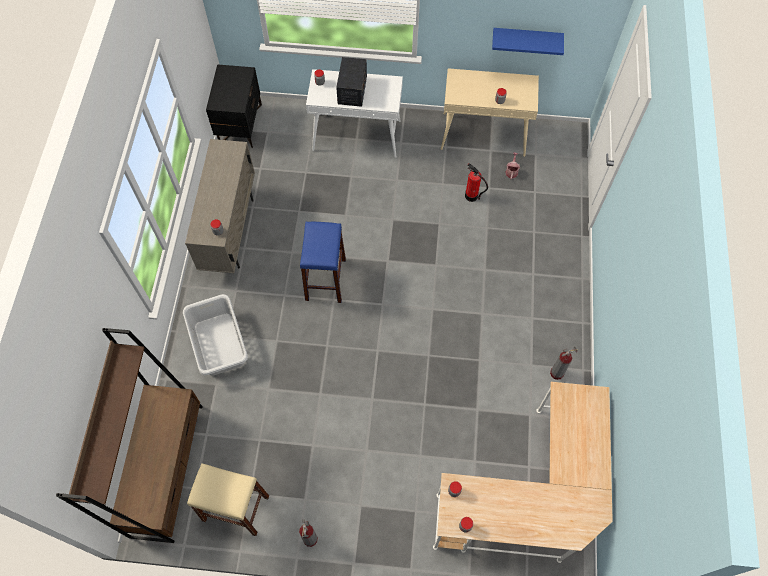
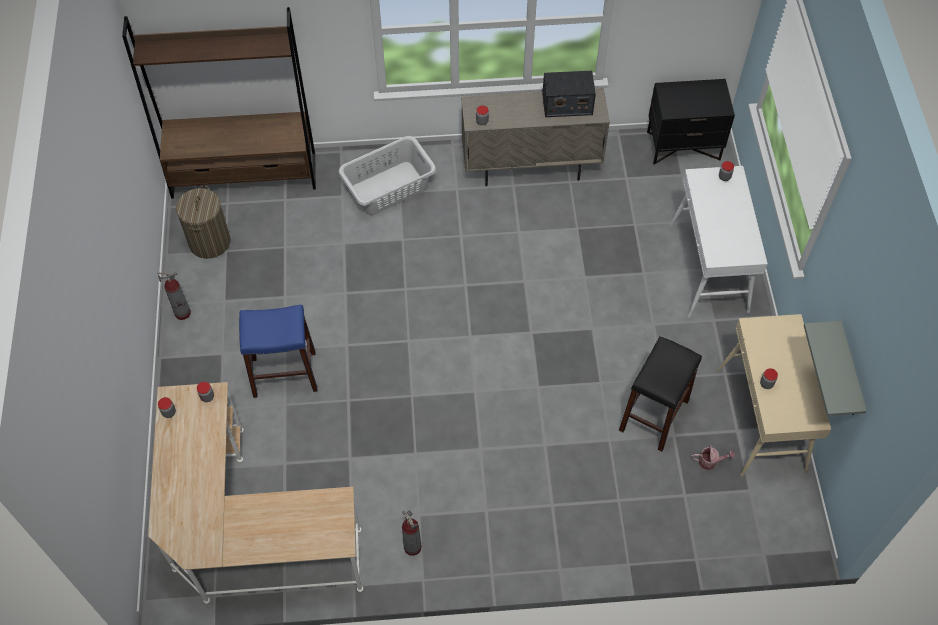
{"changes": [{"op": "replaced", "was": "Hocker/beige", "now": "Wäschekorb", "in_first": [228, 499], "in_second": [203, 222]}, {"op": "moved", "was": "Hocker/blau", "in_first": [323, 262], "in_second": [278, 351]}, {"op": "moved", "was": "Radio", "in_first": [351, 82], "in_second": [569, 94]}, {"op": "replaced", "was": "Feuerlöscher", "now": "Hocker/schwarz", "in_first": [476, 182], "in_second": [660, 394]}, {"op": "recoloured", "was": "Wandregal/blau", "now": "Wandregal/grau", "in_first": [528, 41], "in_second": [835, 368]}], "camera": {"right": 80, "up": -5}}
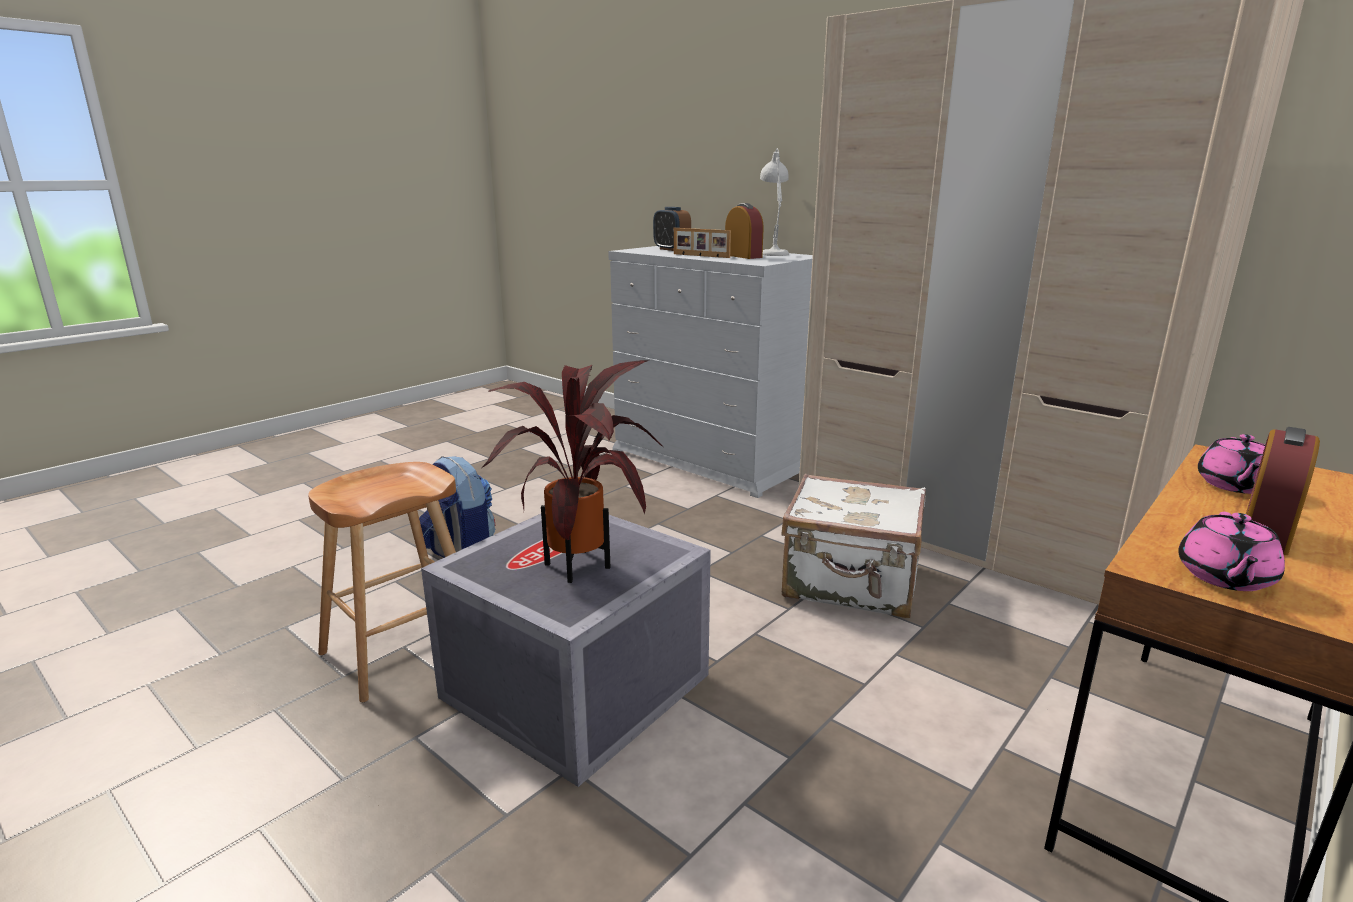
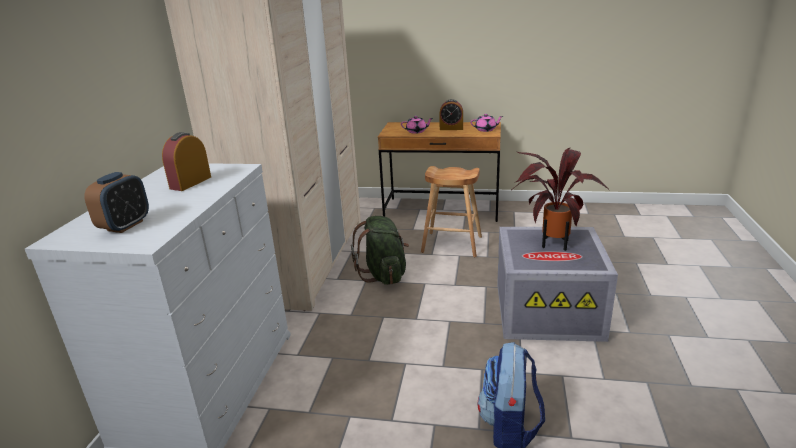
{"changes": [{"op": "replaced", "was": "Koffer/weiß", "now": "Rucksack/grün", "in_first": [853, 546], "in_second": [380, 250]}, {"op": "moved", "was": "Hocker/braun", "in_first": [382, 582], "in_second": [451, 211]}, {"op": "removed", "was": "Bilderrahmen", "in_first": [702, 243]}, {"op": "removed", "was": "Tischlampe/weiß", "in_first": [774, 202]}], "camera": {"right": -120, "up": 5}}
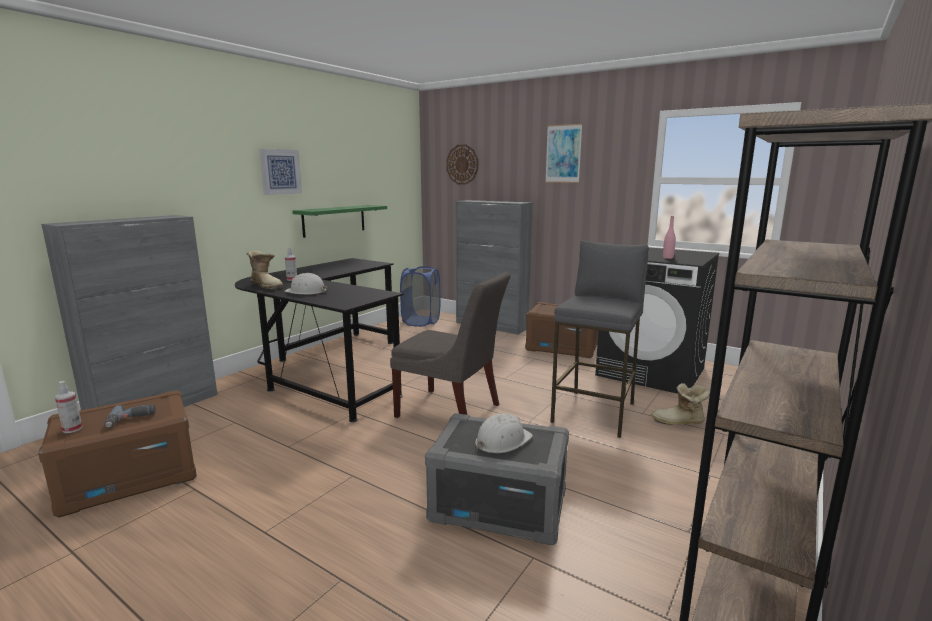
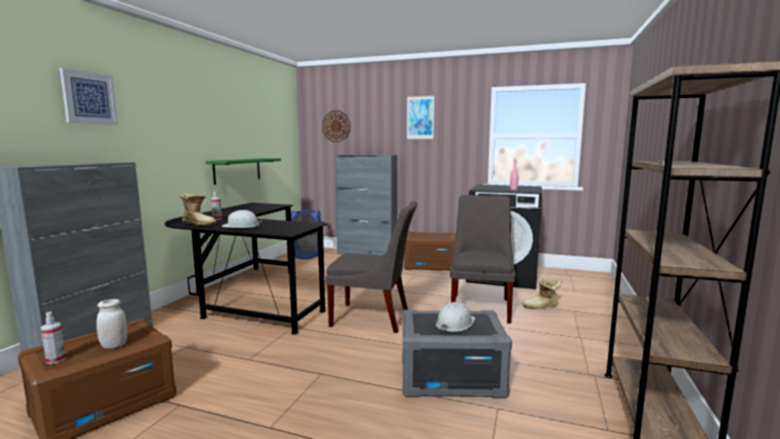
{"changes": [{"op": "moved", "was": "Bild", "in_first": [280, 172], "in_second": [89, 96]}, {"op": "replaced", "was": "Bohrmaschine", "now": "Vorratsglas/weiß", "in_first": [130, 416], "in_second": [111, 324]}, {"op": "replaced", "was": "Hocker/grau", "now": "Stuhl/grau", "in_first": [599, 339], "in_second": [483, 259]}], "camera": {"right": -15, "up": -5}}
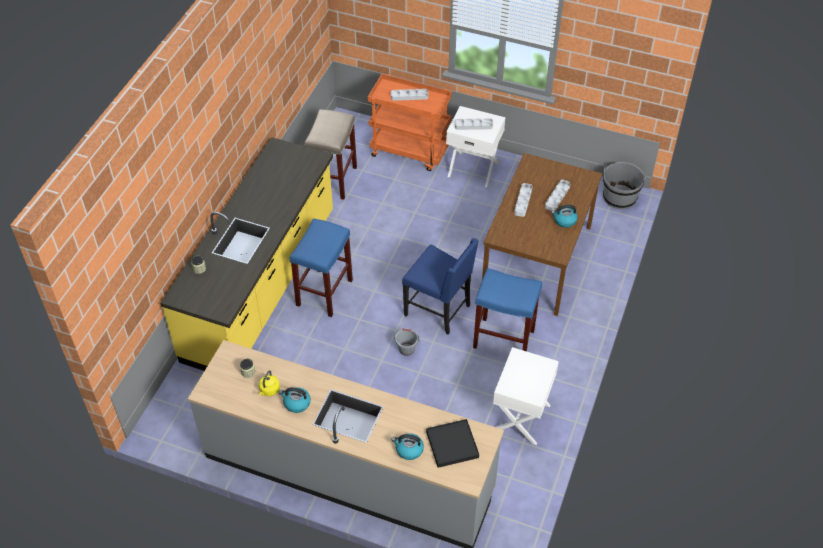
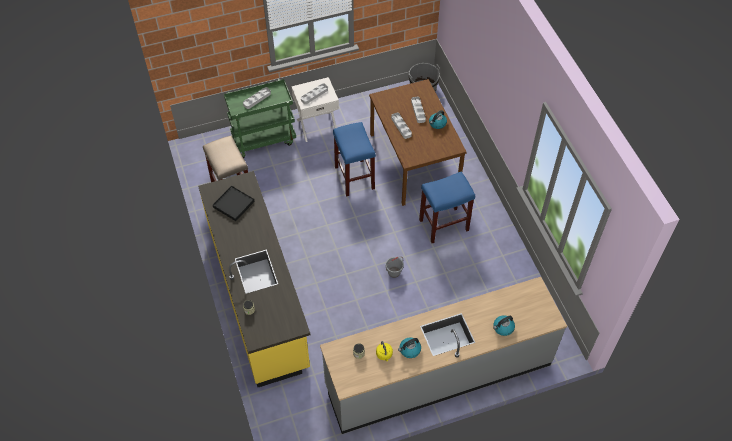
{"changes": [{"op": "moved", "was": "Tablett/schwarz", "in_first": [452, 443], "in_second": [234, 203]}, {"op": "recoloured", "was": "Rollwagen/orange", "now": "Rollwagen/grün", "in_first": [410, 122], "in_second": [260, 118]}, {"op": "moved", "was": "Hocker/blau", "in_first": [321, 267], "in_second": [354, 159]}, {"op": "removed", "was": "Stuhl/blau", "in_first": [440, 286]}, {"op": "removed", "was": "Nachttisch/weiß", "in_first": [526, 396]}], "camera": {"right": -40, "up": 5}}
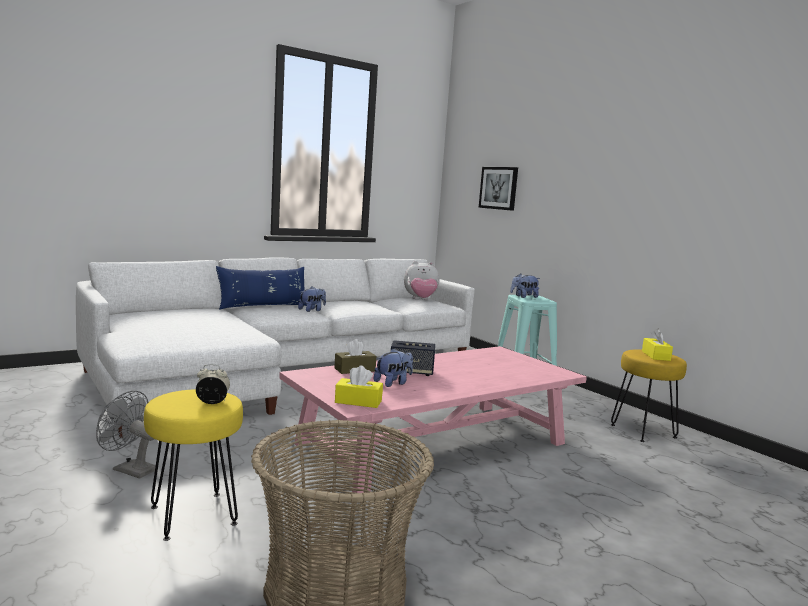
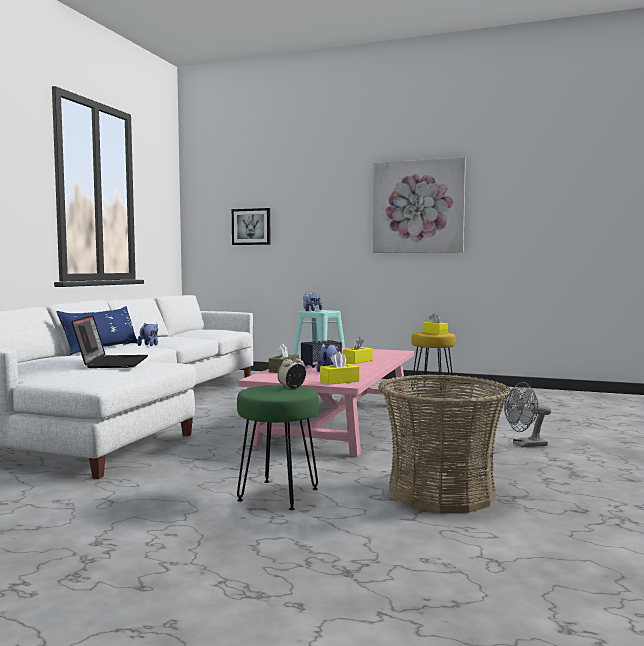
{"changes": [{"op": "added", "now": "Laptop", "in_second": [109, 341]}, {"op": "recoloured", "was": "Hocker/gelb", "now": "Hocker/grün", "in_first": [193, 465], "in_second": [278, 447]}, {"op": "added", "now": "Taschentuchbox/gelb", "in_second": [358, 350]}, {"op": "added", "now": "Bild", "in_second": [419, 205]}, {"op": "moved", "was": "Ventilator/grau", "in_first": [126, 435], "in_second": [527, 415]}, {"op": "removed", "was": "Plüschtier", "in_first": [421, 280]}], "camera": {"right": -35, "up": -5}}
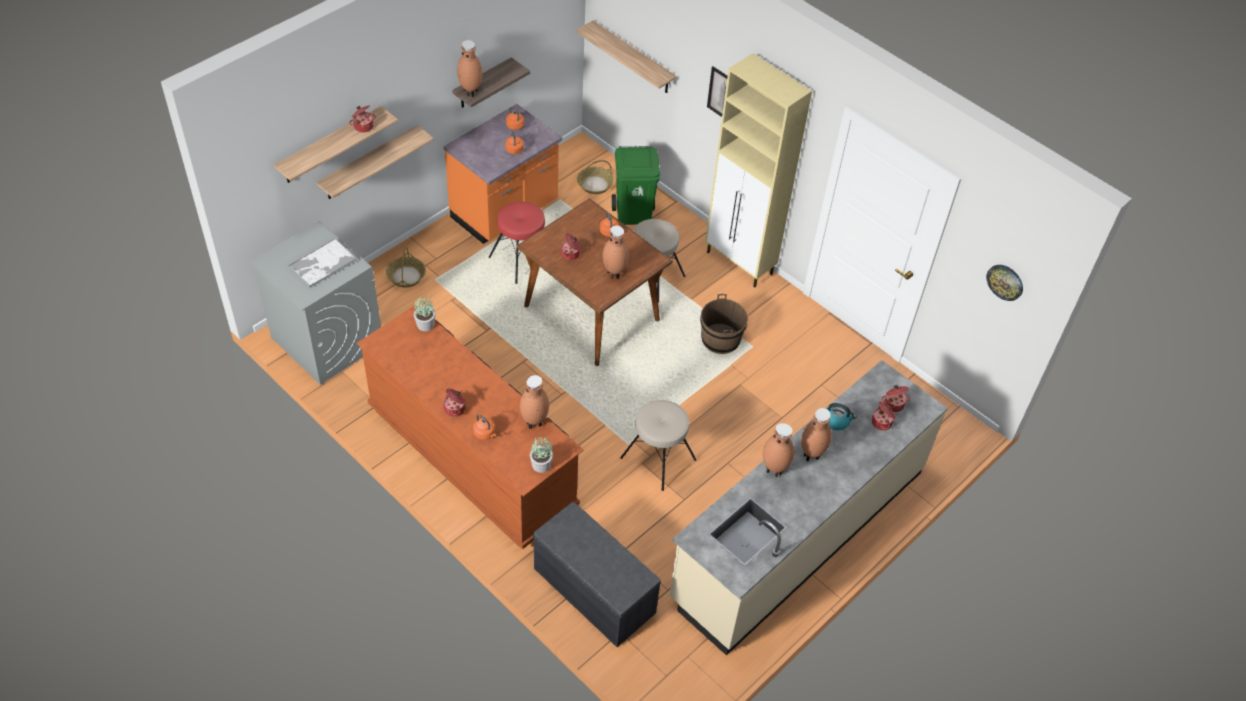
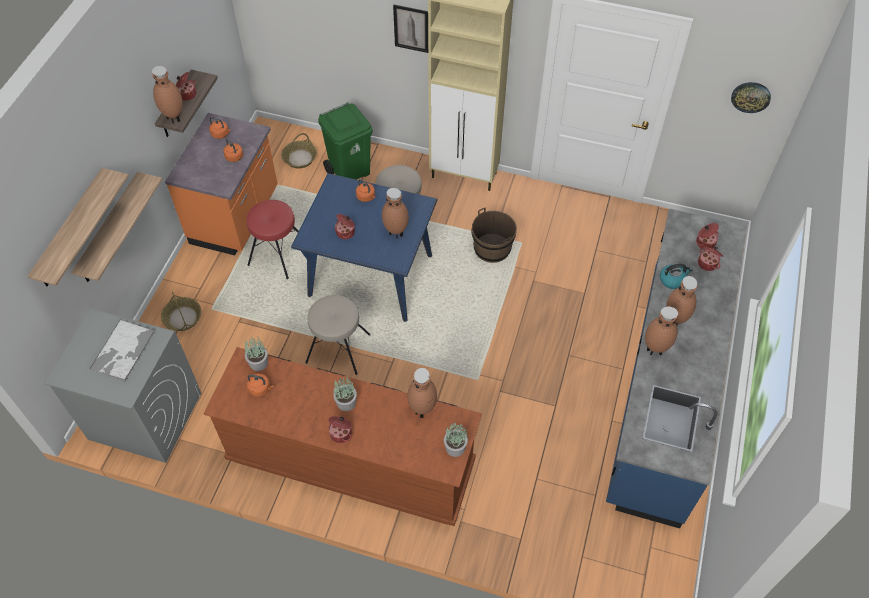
{"changes": [{"op": "moved", "was": "Kochtopf", "in_first": [362, 118], "in_second": [186, 86]}, {"op": "moved", "was": "Wasserkessel/orange", "in_first": [484, 427], "in_second": [260, 384]}, {"op": "recoloured", "was": "Esstisch/braun", "now": "Esstisch/blau", "in_first": [594, 282], "in_second": [364, 247]}, {"op": "moved", "was": "Hocker/beige", "in_first": [658, 445], "in_second": [338, 335]}, {"op": "added", "now": "Topfpflanze", "in_second": [345, 393]}, {"op": "recoloured", "was": "Küchenzeile/beige", "now": "Küchenzeile/blau", "in_first": [808, 508], "in_second": [676, 368]}, {"op": "removed", "was": "Bank/grau", "in_first": [597, 574]}, {"op": "removed", "was": "Wandregal", "in_first": [626, 56]}], "camera": {"right": -25, "up": 5}}
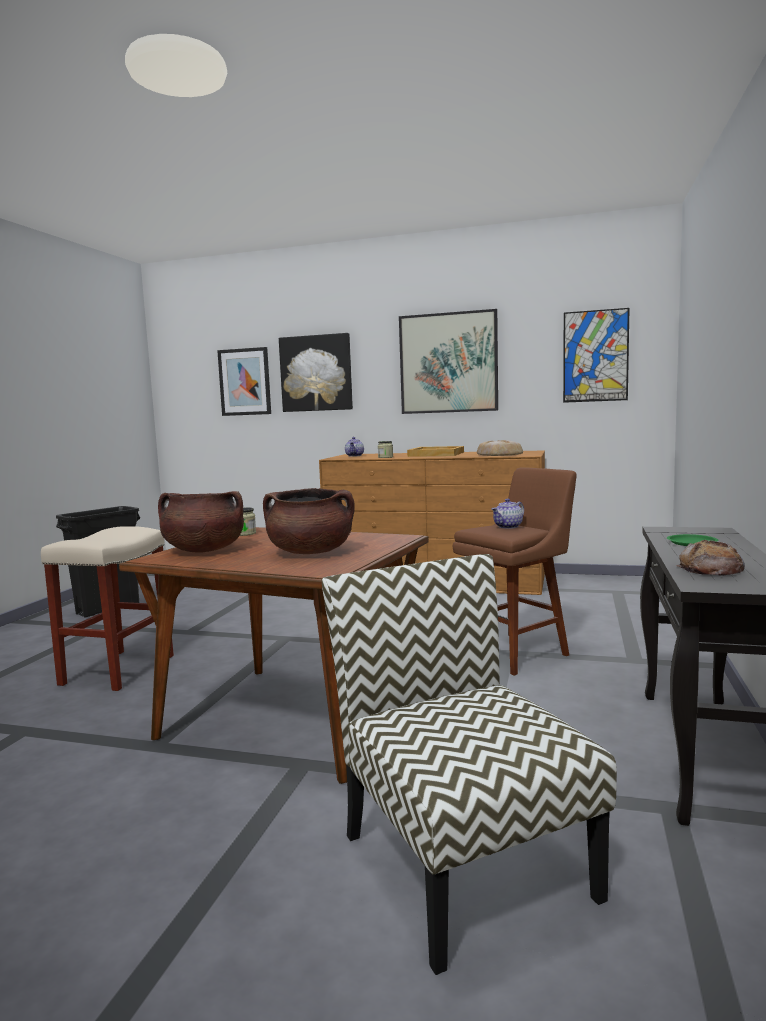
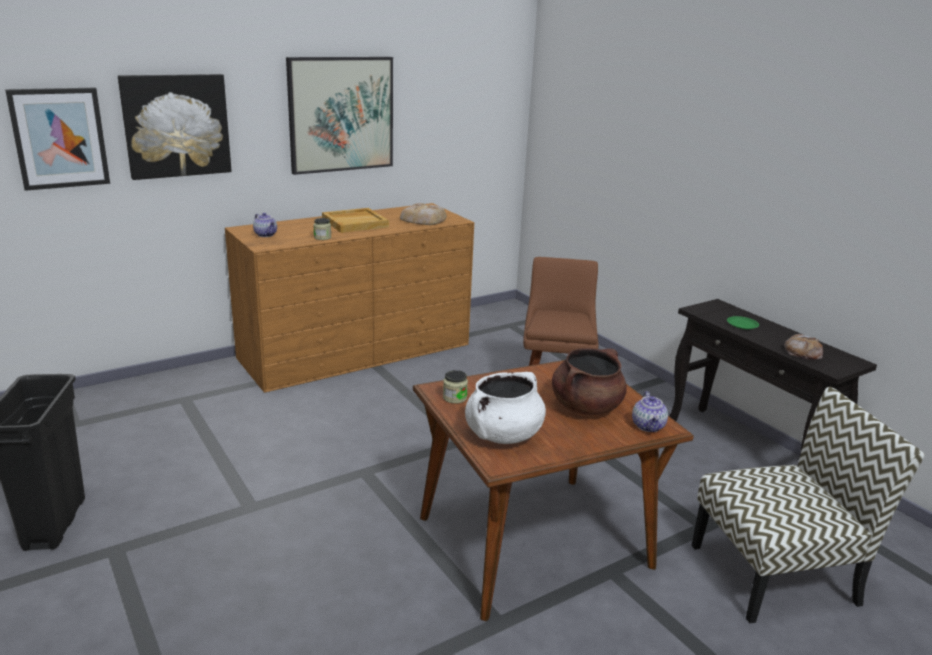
{"changes": [{"op": "recoloured", "was": "Kochtopf/braun", "now": "Kochtopf/weiß", "in_first": [201, 521], "in_second": [505, 408]}, {"op": "moved", "was": "Teekanne", "in_first": [507, 513], "in_second": [650, 411]}, {"op": "turned", "was": "Stuhl", "in_first": [469, 764], "in_second": [808, 505], "clockwise": 150}, {"op": "removed", "was": "Hocker/beige", "in_first": [107, 608]}, {"op": "removed", "was": "Bild", "in_first": [596, 355]}], "camera": {"right": -50, "up": 15}}
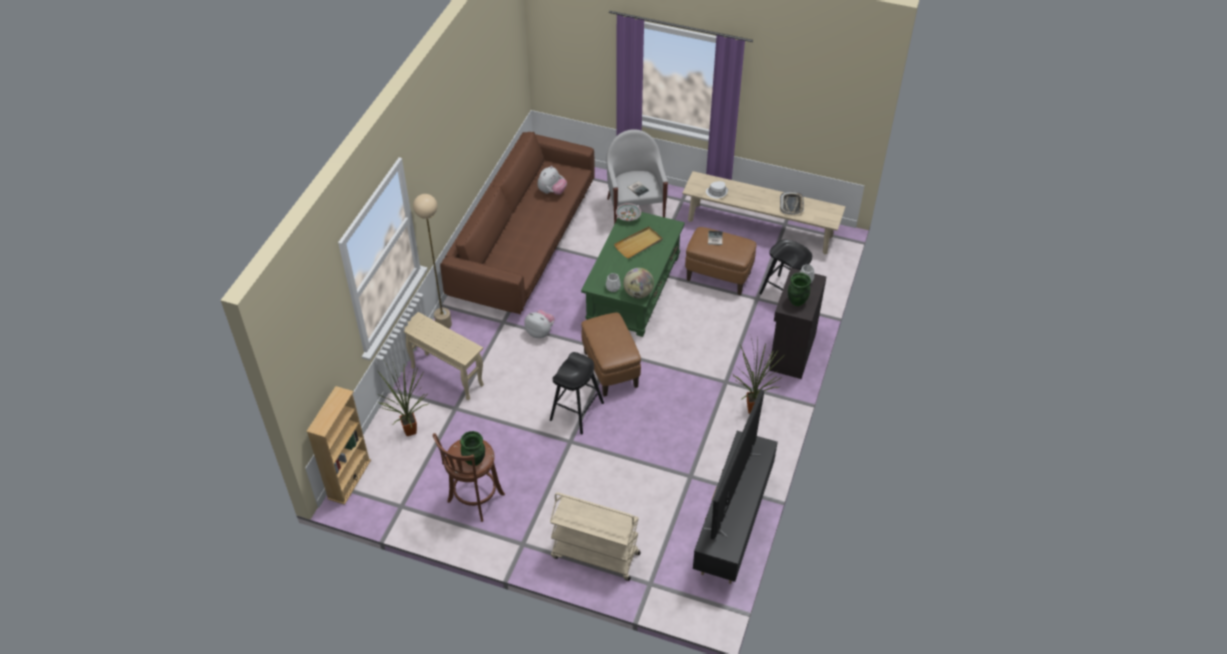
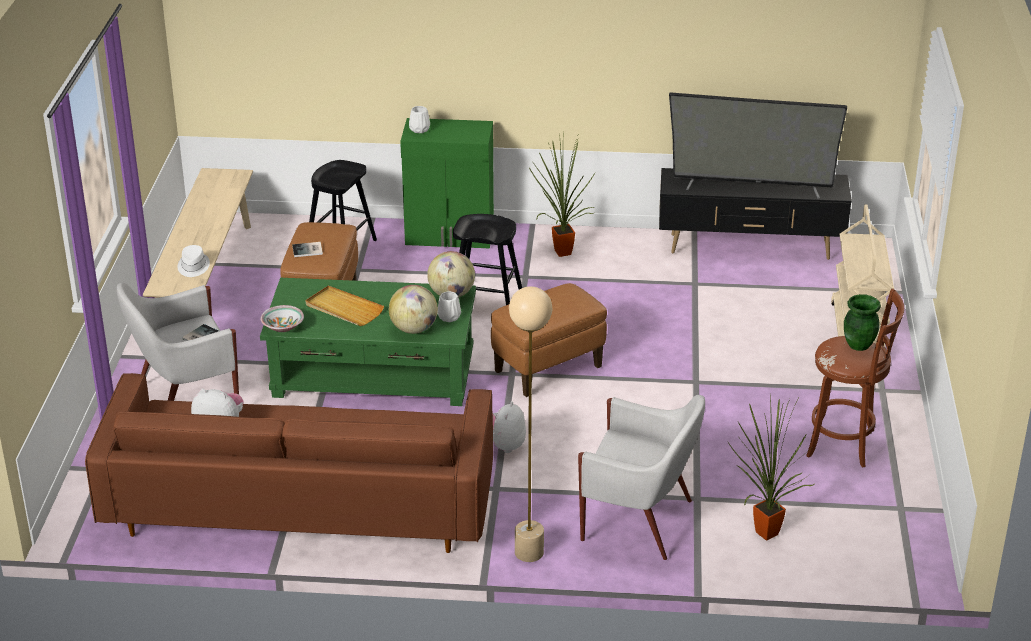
{"changes": [{"op": "added", "now": "Globus", "in_second": [413, 309]}, {"op": "recoloured", "was": "Schrank/schwarz", "now": "Schrank/grün", "in_first": [798, 323], "in_second": [447, 183]}, {"op": "moved", "was": "Hocker/schwarz", "in_first": [577, 393], "in_second": [487, 259]}, {"op": "replaced", "was": "Beistelltisch/beige", "now": "Sessel/weiß", "in_first": [444, 356], "in_second": [641, 477]}, {"op": "removed", "was": "Bücherregal/beige", "in_first": [338, 445]}, {"op": "removed", "was": "Tablett", "in_first": [792, 203]}, {"op": "removed", "was": "Vase/grün", "in_first": [799, 289]}], "camera": {"right": -105, "up": -15}}
